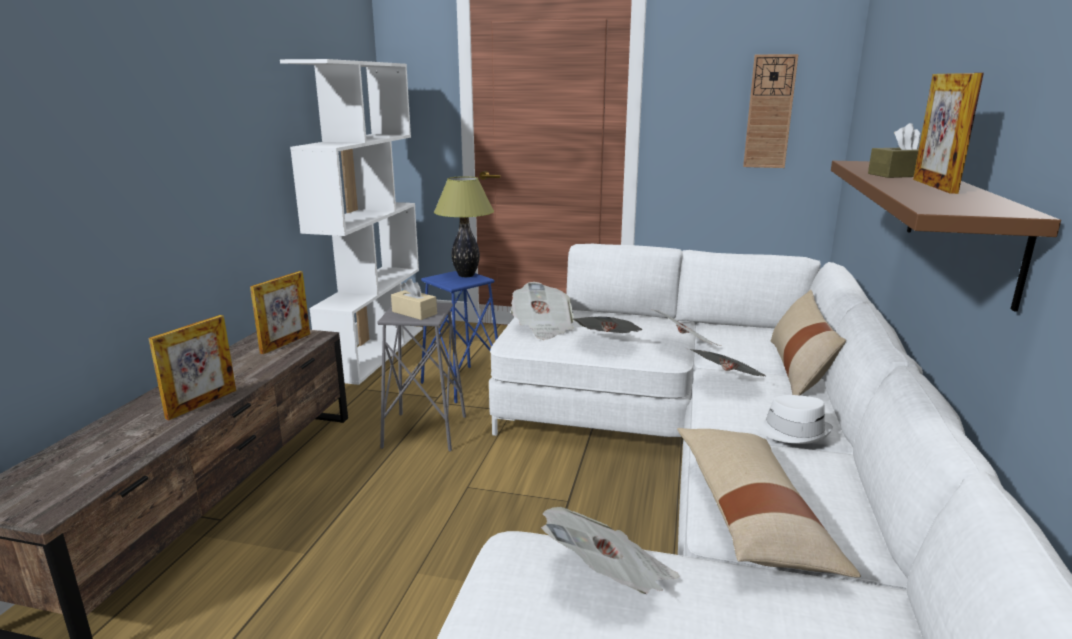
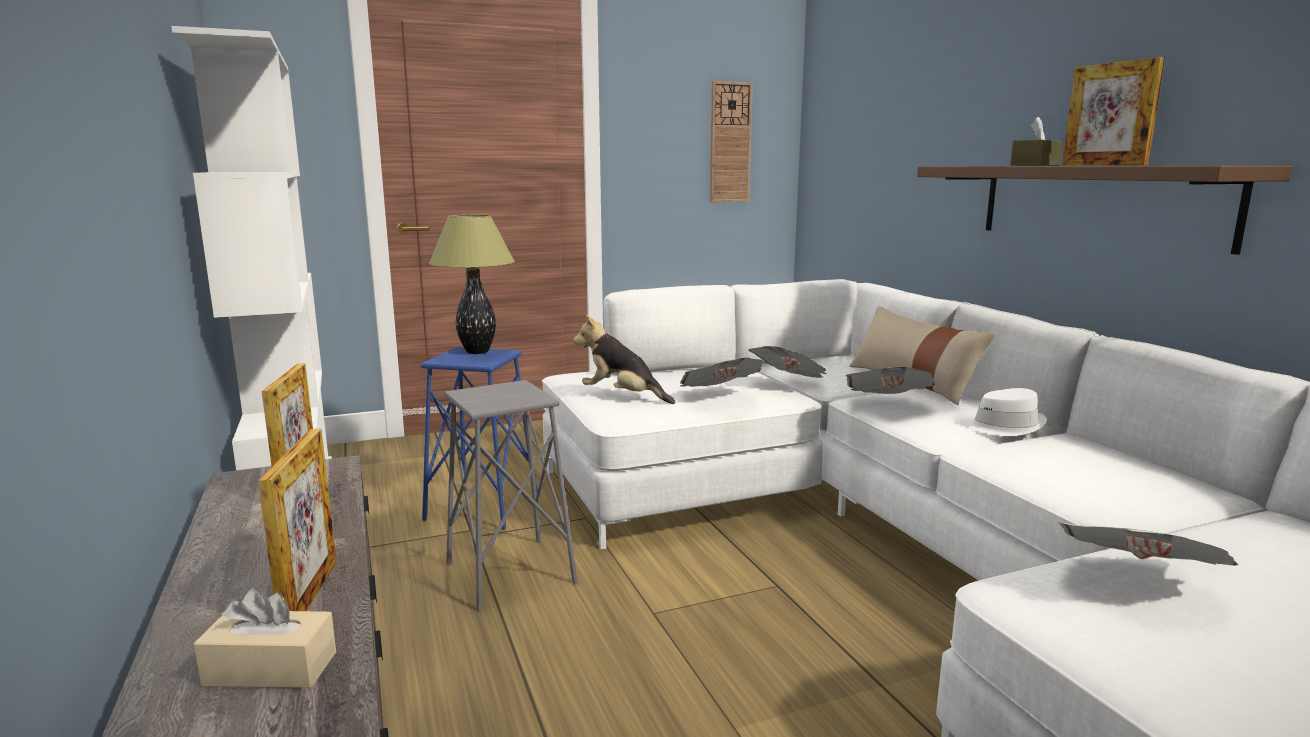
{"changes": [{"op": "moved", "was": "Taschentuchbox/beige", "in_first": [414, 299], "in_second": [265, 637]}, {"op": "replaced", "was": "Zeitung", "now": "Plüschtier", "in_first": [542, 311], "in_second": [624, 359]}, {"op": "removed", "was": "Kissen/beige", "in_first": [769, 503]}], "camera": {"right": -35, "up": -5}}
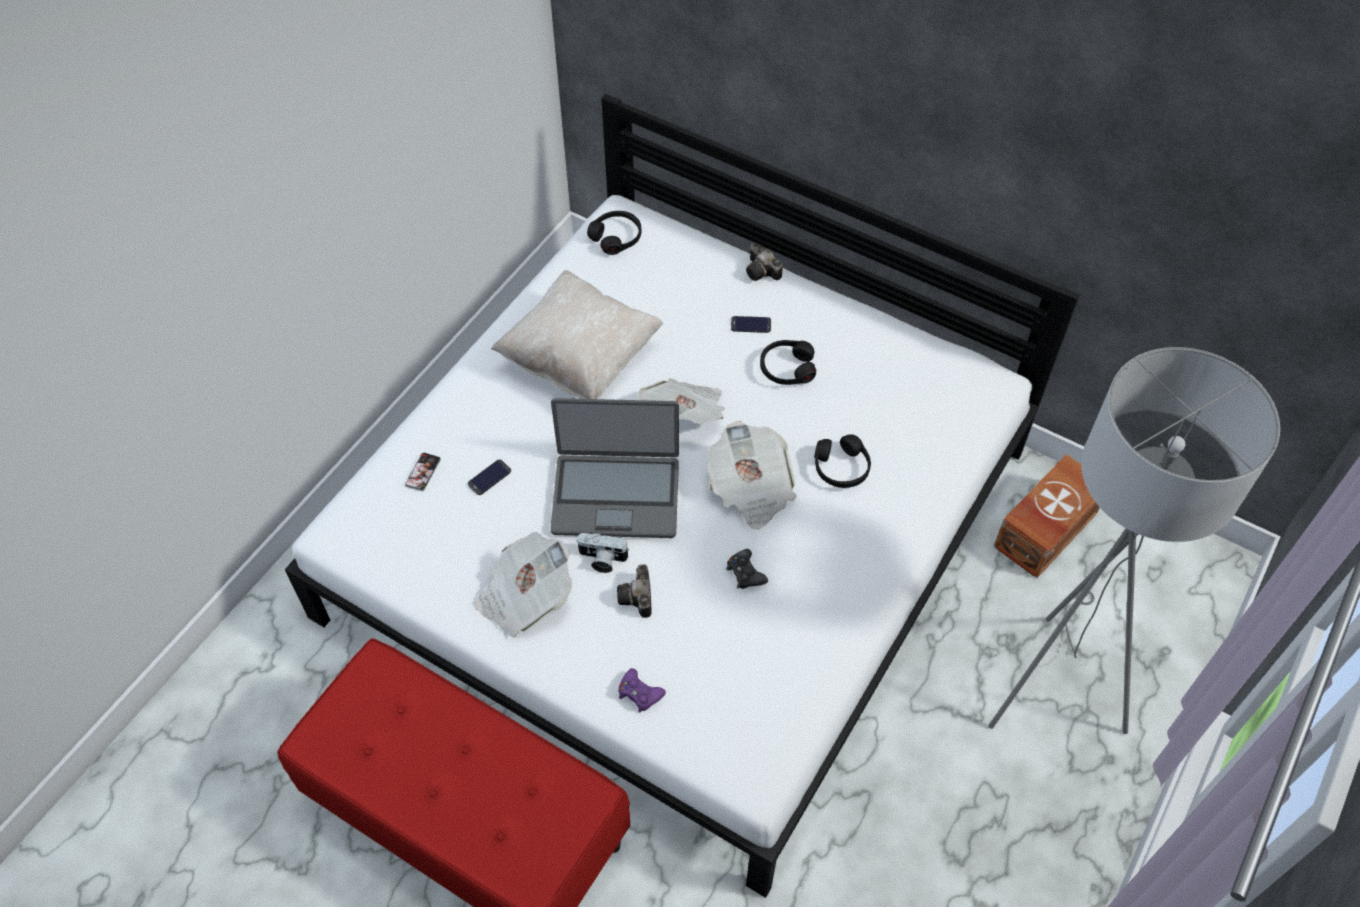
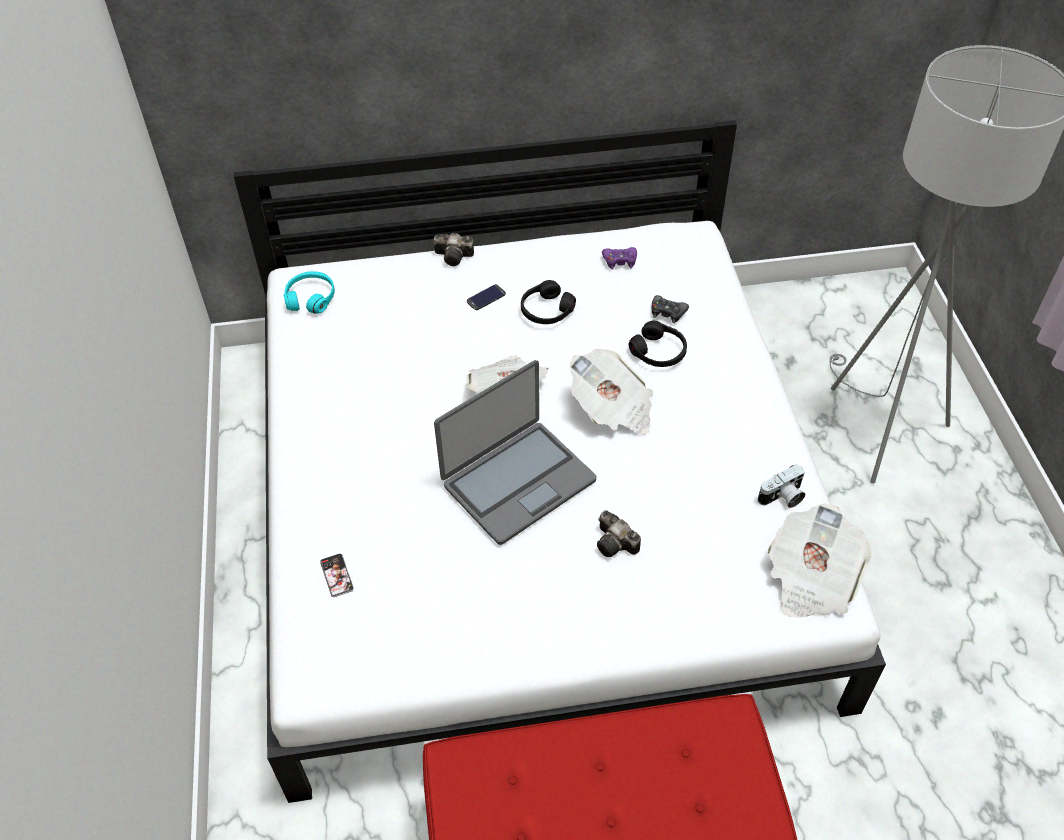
{"changes": [{"op": "recoloured", "was": "Kopfhörer/schwarz", "now": "Kopfhörer/türkis", "in_first": [614, 233], "in_second": [309, 292]}, {"op": "moved", "was": "Gamepad/lila", "in_first": [642, 690], "in_second": [619, 258]}, {"op": "moved", "was": "Gamepad/schwarz", "in_first": [747, 569], "in_second": [670, 309]}, {"op": "moved", "was": "Kamera", "in_first": [602, 553], "in_second": [781, 486]}, {"op": "moved", "was": "Zeitung", "in_first": [523, 585], "in_second": [819, 561]}, {"op": "removed", "was": "Handy", "in_first": [489, 477]}, {"op": "removed", "was": "Kissen/beige", "in_first": [577, 334]}, {"op": "removed", "was": "Aufbewahrungsbox/braun", "in_first": [1046, 516]}], "camera": {"right": -40, "up": -5}}
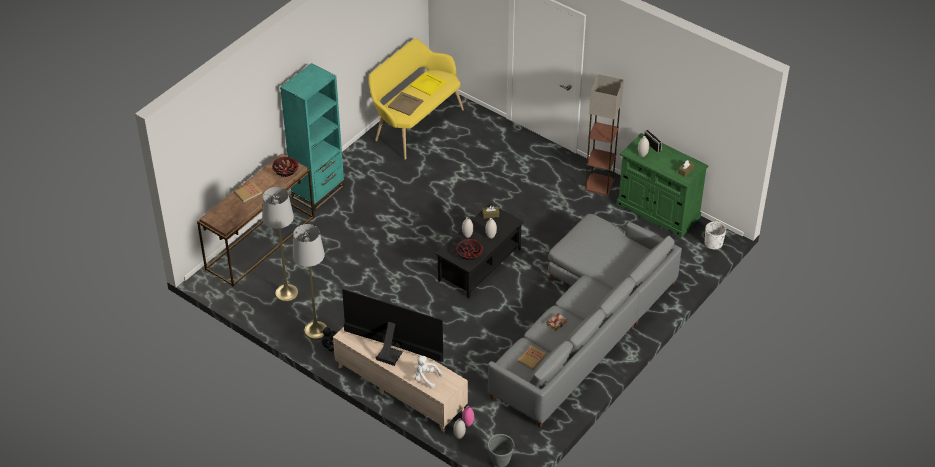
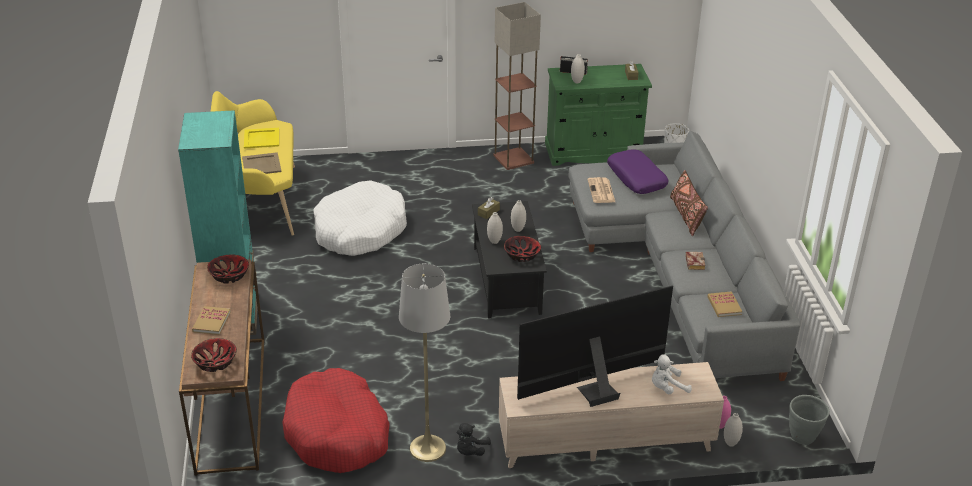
{"changes": [{"op": "added", "now": "Schüssel", "in_second": [214, 355]}, {"op": "replaced", "was": "Stehlampe/grau", "now": "Hundebett/rot", "in_first": [280, 244], "in_second": [336, 420]}, {"op": "added", "now": "Hundebett/weiß", "in_second": [360, 218]}, {"op": "added", "now": "Zeitung", "in_second": [601, 190]}, {"op": "added", "now": "Kissen/lila", "in_second": [637, 171]}, {"op": "added", "now": "Kissen/braun", "in_second": [689, 203]}], "camera": {"right": -45, "up": -10}}
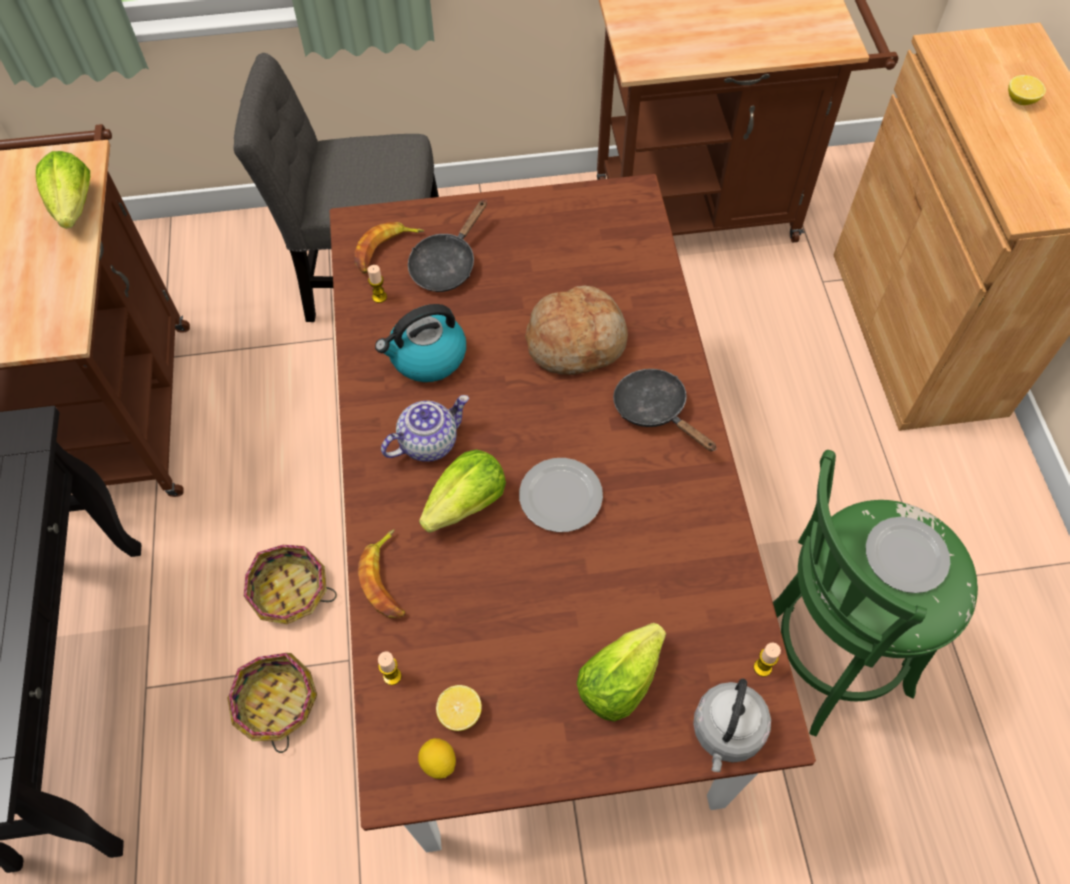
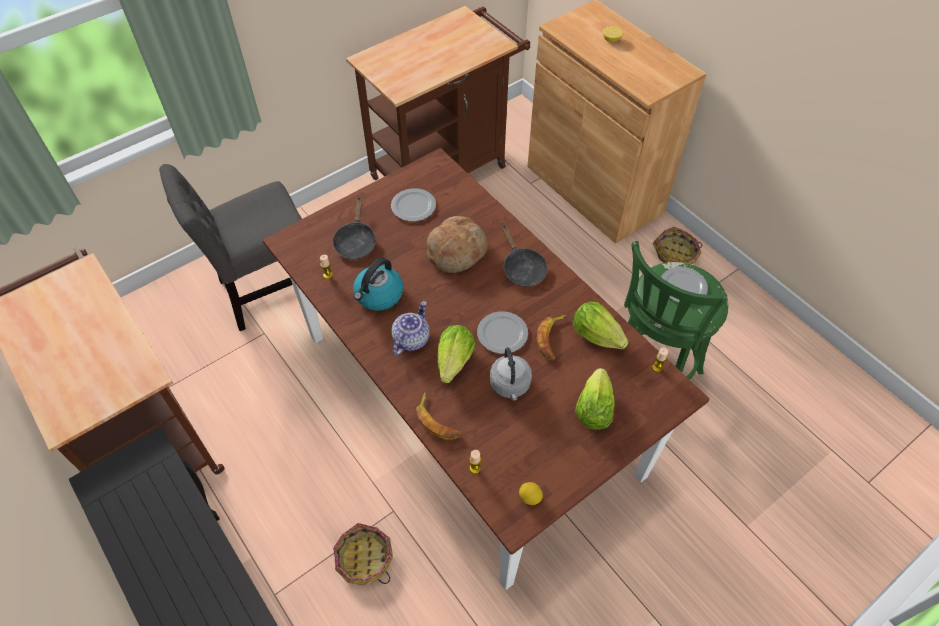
{"changes": [{"op": "added", "now": "Teller", "in_second": [413, 204]}, {"op": "moved", "was": "Wasserkessel/grau", "in_first": [732, 725], "in_second": [511, 373]}, {"op": "turned", "was": "Pfanne/schwarz", "in_first": [665, 410], "in_second": [524, 256], "clockwise": -135}, {"op": "moved", "was": "Banane", "in_first": [389, 247], "in_second": [551, 337]}, {"op": "moved", "was": "Salatkopf", "in_first": [63, 190], "in_second": [601, 325]}, {"op": "moved", "was": "Korb", "in_first": [290, 584], "in_second": [677, 245]}, {"op": "removed", "was": "Zitrone", "in_first": [459, 708]}], "camera": {"right": -30, "up": -5}}
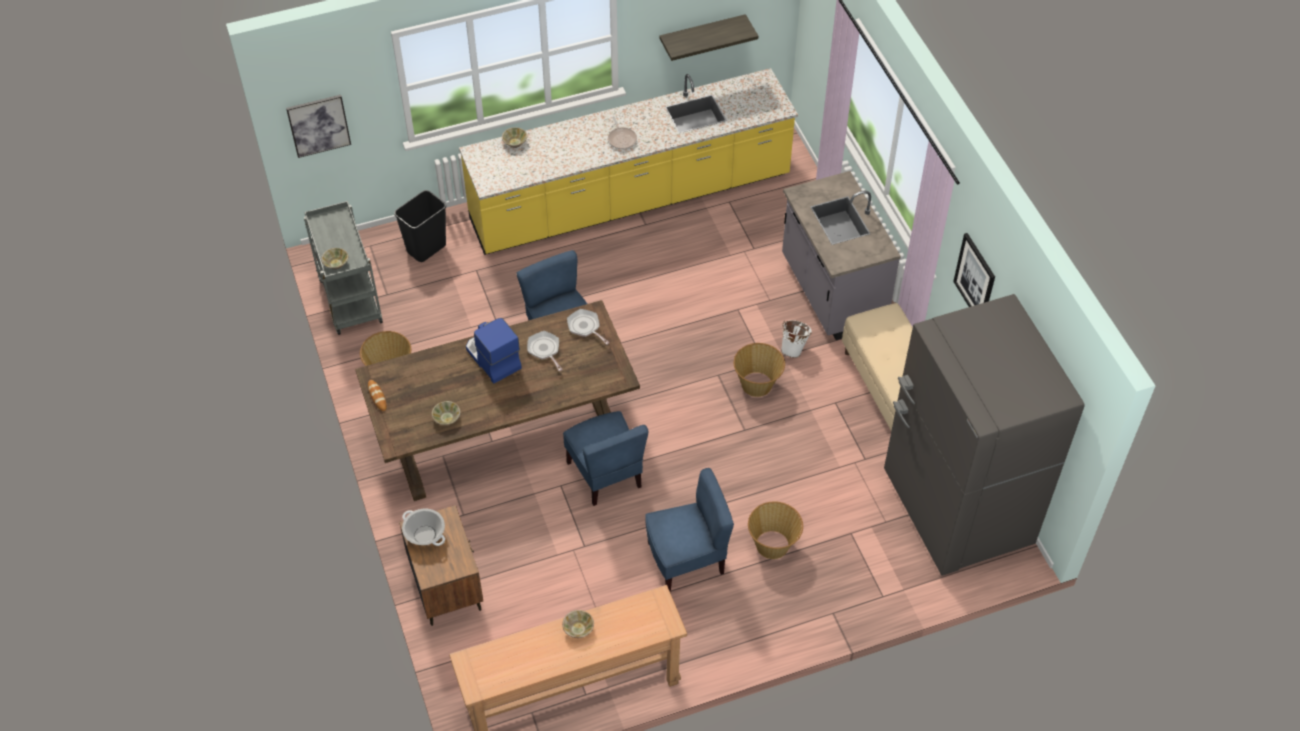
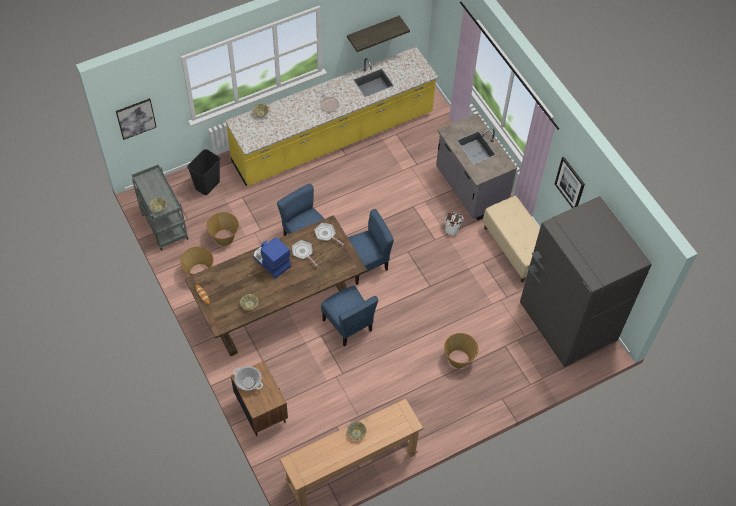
{"changes": [{"op": "moved", "was": "Korb", "in_first": [759, 370], "in_second": [222, 229]}, {"op": "moved", "was": "Stuhl/blau", "in_first": [689, 530], "in_second": [371, 247]}], "camera": {"right": -10, "up": 5}}
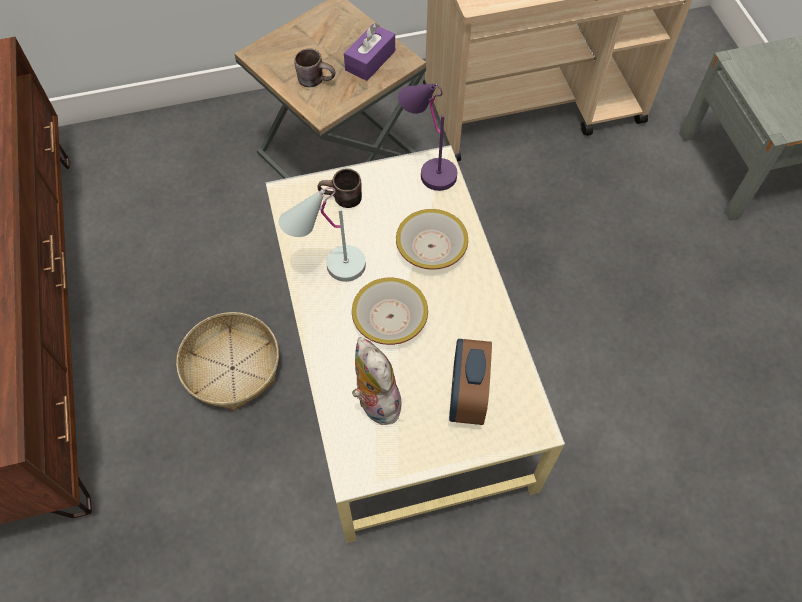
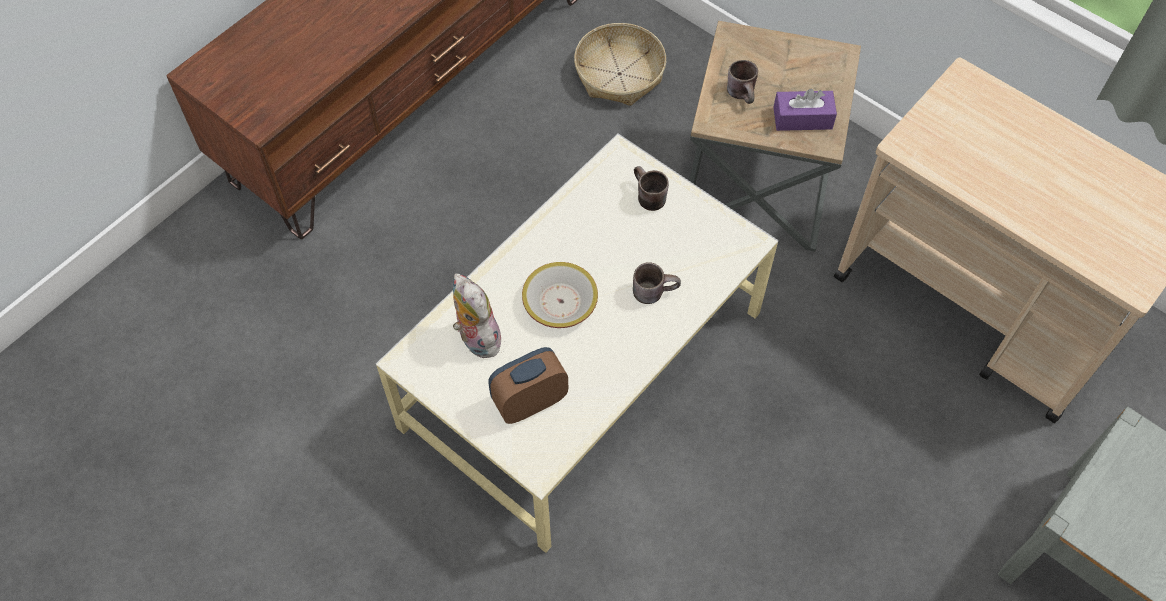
{"changes": [{"op": "turned", "was": "Plüschtier", "in_first": [378, 381], "in_second": [479, 315], "clockwise": -60}, {"op": "moved", "was": "Korb", "in_first": [227, 361], "in_second": [620, 64]}, {"op": "replaced", "was": "Schüssel", "now": "Henkelbecher/braun", "in_first": [432, 239], "in_second": [657, 283]}, {"op": "removed", "was": "Tischlampe/weiß", "in_first": [322, 234]}, {"op": "removed", "was": "Tischlampe/lila", "in_first": [427, 137]}], "camera": {"right": 55, "up": 0}}
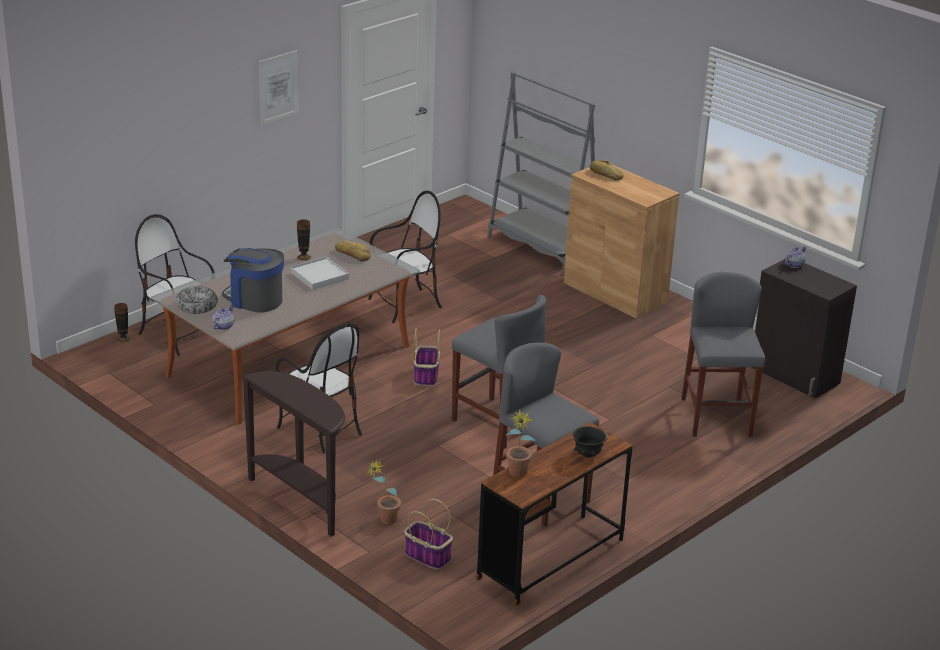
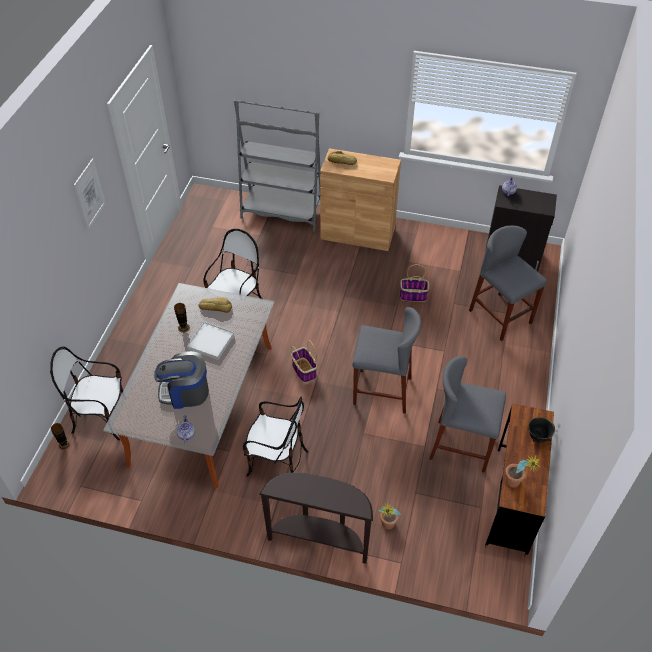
{"changes": [{"op": "moved", "was": "Korb", "in_first": [428, 534], "in_second": [414, 283]}, {"op": "removed", "was": "Schüssel", "in_first": [197, 300]}], "camera": {"right": -30, "up": 20}}
